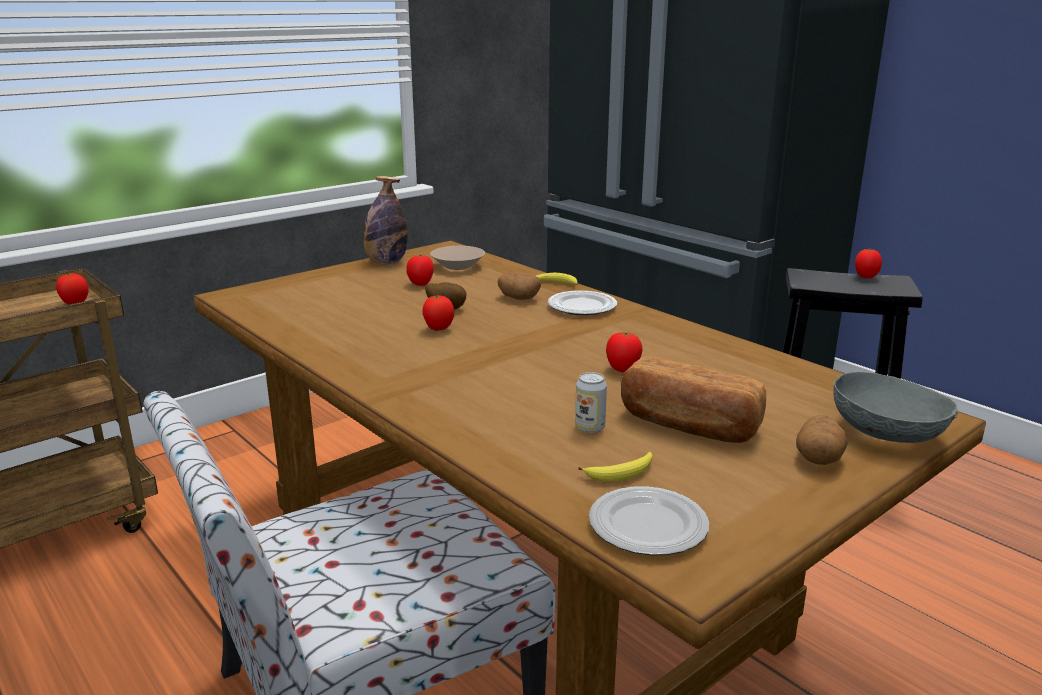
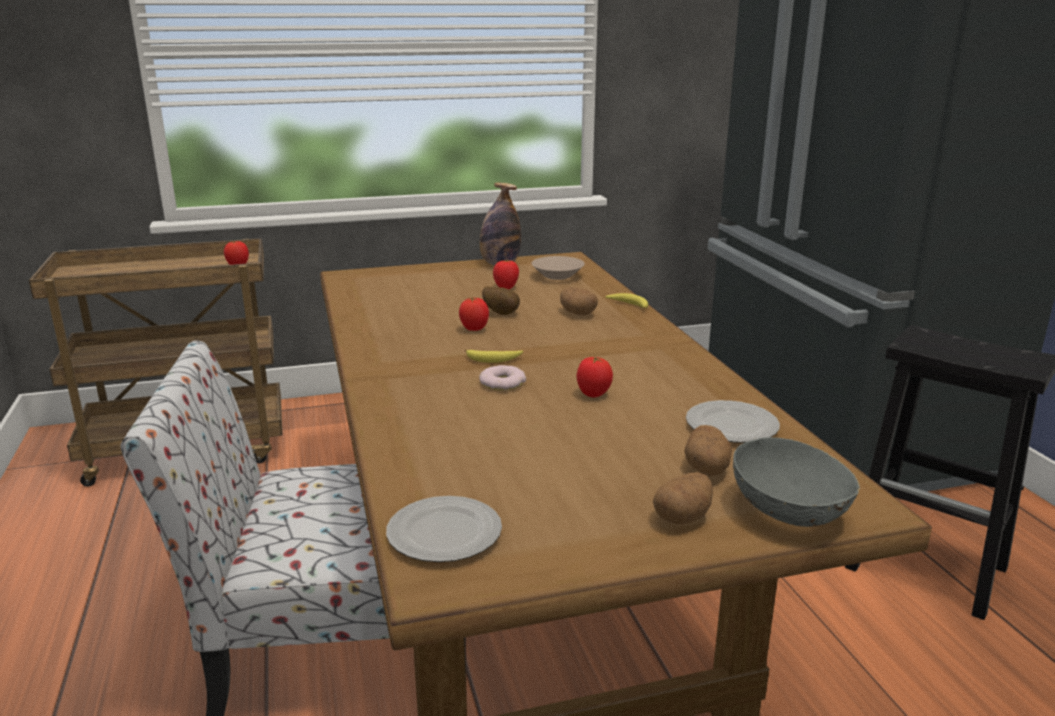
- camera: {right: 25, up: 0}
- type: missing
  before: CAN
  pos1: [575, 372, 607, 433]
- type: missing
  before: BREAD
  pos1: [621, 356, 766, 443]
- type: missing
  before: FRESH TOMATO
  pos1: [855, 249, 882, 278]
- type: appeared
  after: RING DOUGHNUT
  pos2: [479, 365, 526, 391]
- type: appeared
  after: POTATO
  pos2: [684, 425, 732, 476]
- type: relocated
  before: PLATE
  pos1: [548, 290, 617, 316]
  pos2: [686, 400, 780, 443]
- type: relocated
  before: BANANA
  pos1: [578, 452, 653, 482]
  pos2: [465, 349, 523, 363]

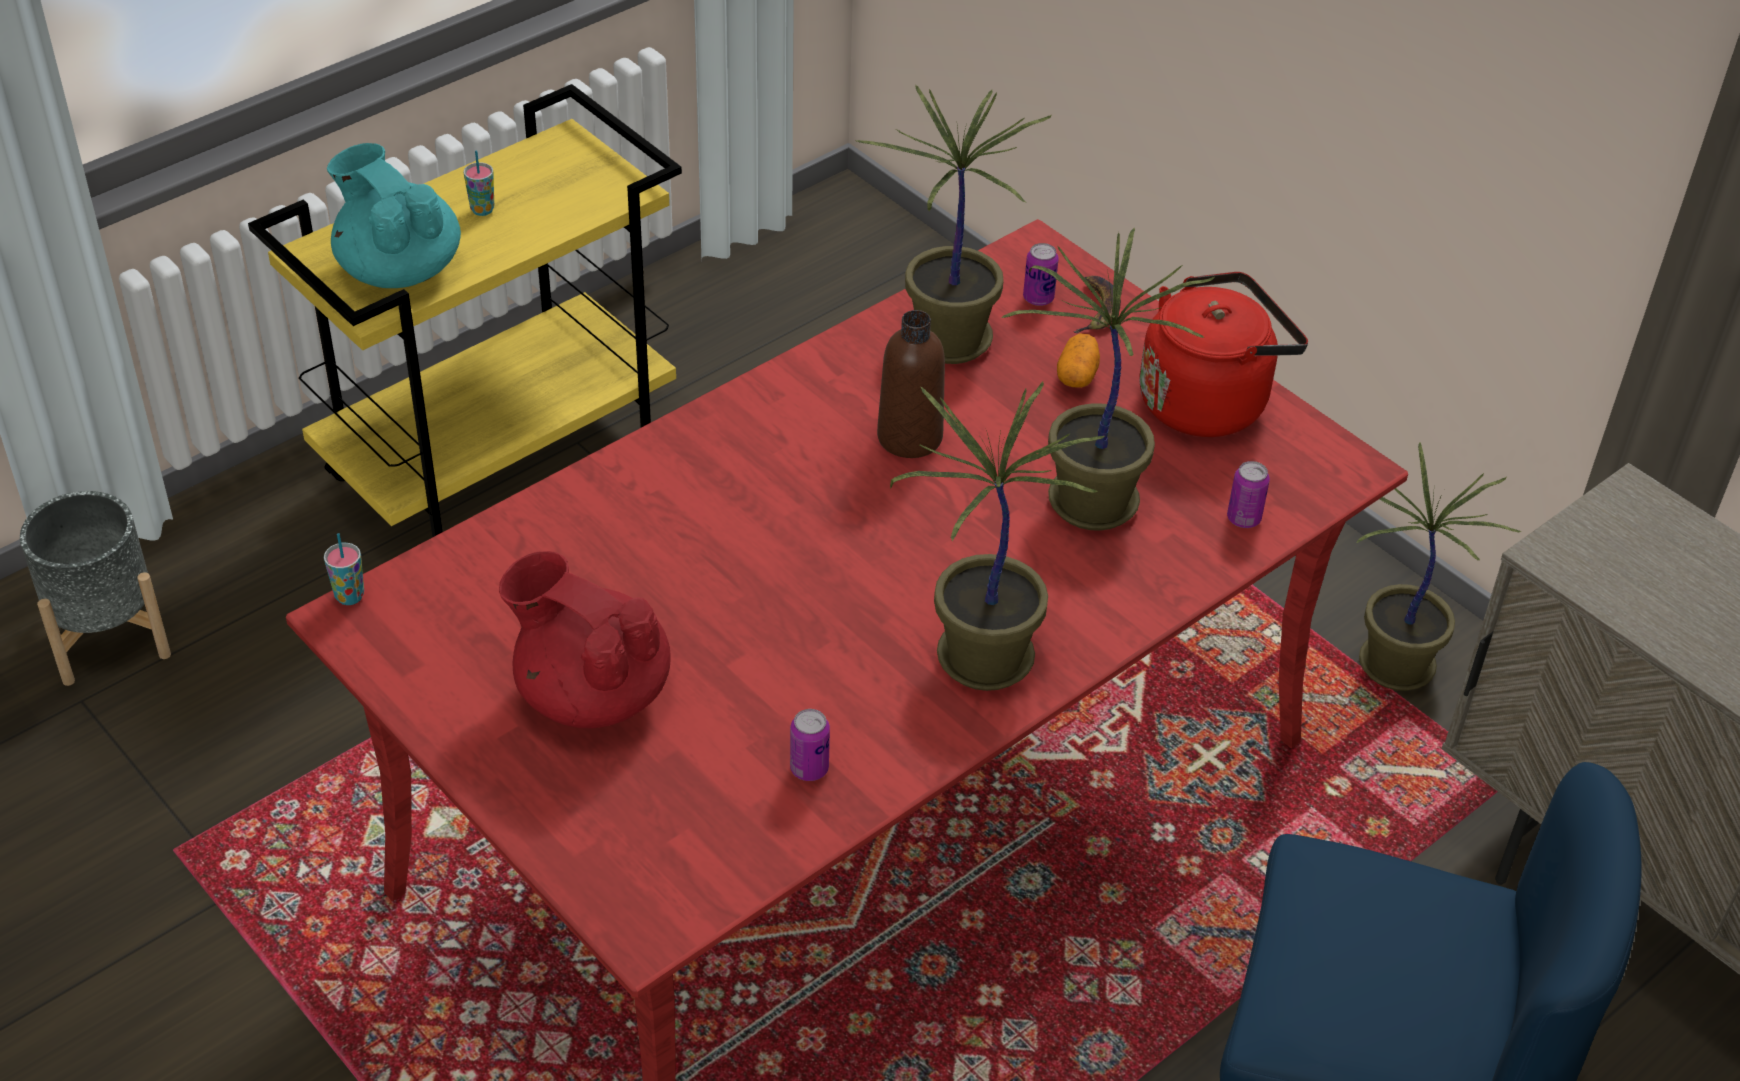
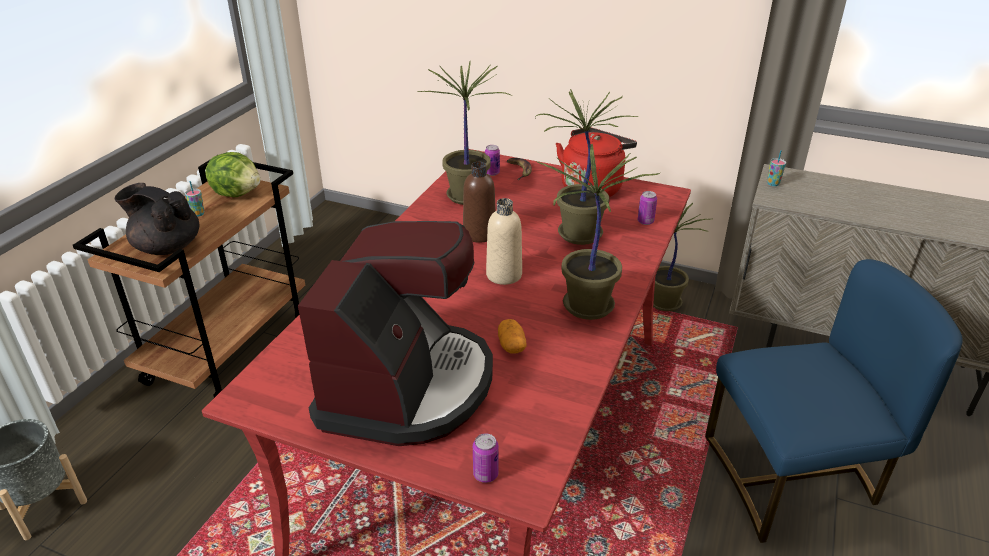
- camera: {right: -25, up: -10}
- type: appeared
  after: LETTUCE HEAD
  pos2: [205, 152, 260, 197]
- type: appeared
  after: SAND-COLOURED BEVERAGE BOTTLE
  pos2: [486, 198, 522, 285]
- type: relocated
  before: SMALL CUP
  pos1: [324, 533, 364, 605]
  pos2: [767, 150, 786, 186]
- type: relocated
  before: CAN
  pos1: [790, 709, 830, 781]
  pos2: [473, 433, 499, 483]
- type: relocated
  before: POTATO
  pos1: [1057, 333, 1100, 388]
  pos2: [498, 319, 527, 354]
- type: exchanged
  before: RED-COLOURED TEAPOT
  after: COFFEE BREWER
  pos1: [499, 551, 671, 729]
  pos2: [298, 221, 493, 446]
- type: colour
  before: YELLOW CART
  after: BROWN CART
  pos1: [248, 84, 682, 538]
  pos2: [73, 159, 305, 399]
- type: colour
  before: TURQUOISE TEAPOT
  after: BLACKISH TEAPOT
  pos1: [327, 143, 461, 288]
  pos2: [115, 183, 199, 255]

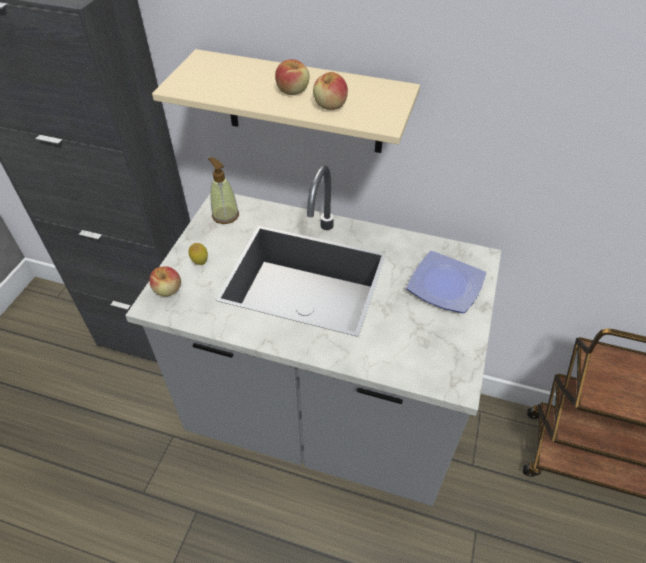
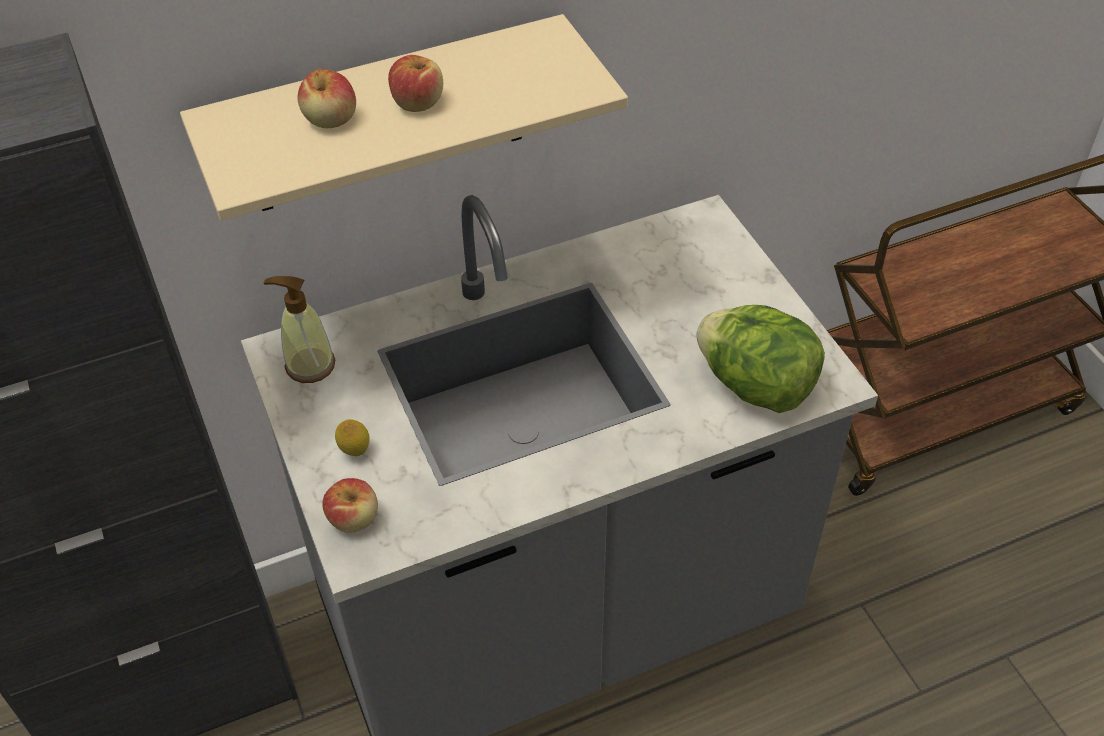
- camera: {right: -40, up: 0}
- type: missing
  before: PLATE
  pos1: [406, 251, 486, 313]
- type: appeared
  after: LETTUCE HEAD
  pos2: [696, 305, 825, 413]
- type: relocated
  before: WHOLE APPLE
  pos1: [313, 72, 348, 110]
  pos2: [297, 69, 356, 128]

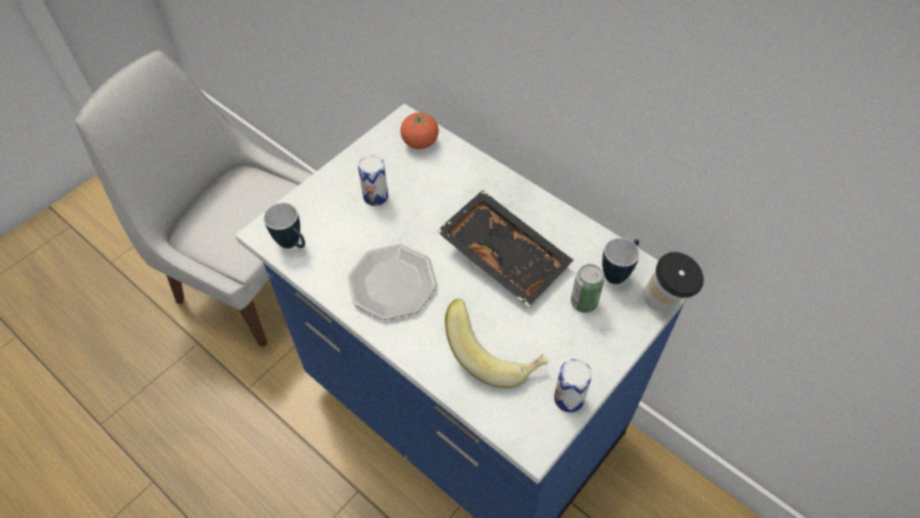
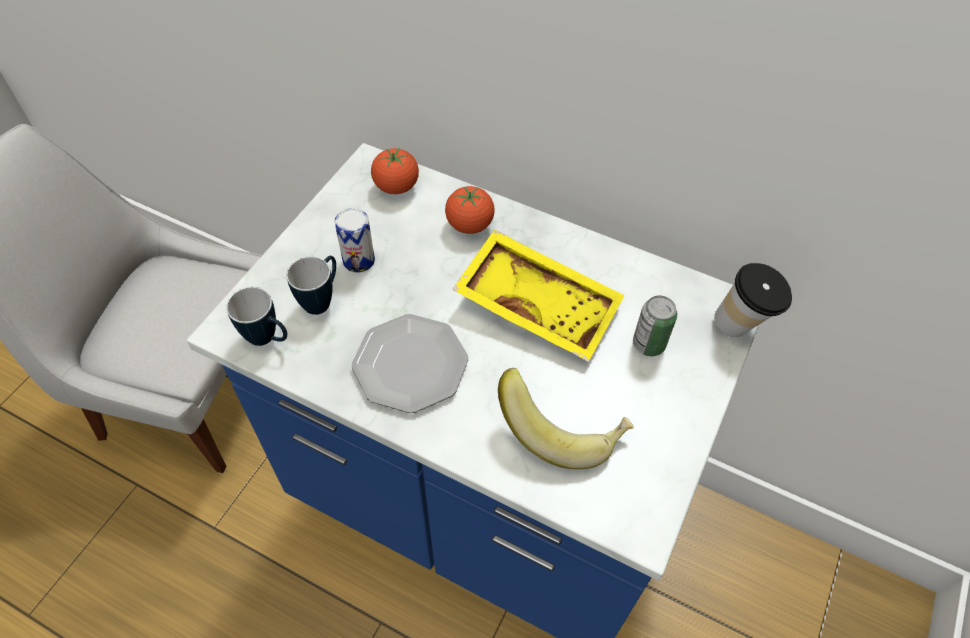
- camera: {right: -15, up: 0}
- type: missing
  before: CAN
  pos1: [554, 359, 592, 413]
- type: appeared
  after: FRESH TOMATO
  pos2: [445, 186, 495, 234]
- type: relocated
  before: MUG
  pos1: [602, 238, 640, 284]
  pos2: [286, 256, 336, 315]
- type: colour
  before: BLACKISH SERVING TRAY
  after: YELLOW SERVING TRAY
  pos1: [436, 190, 574, 307]
  pos2: [452, 230, 625, 362]

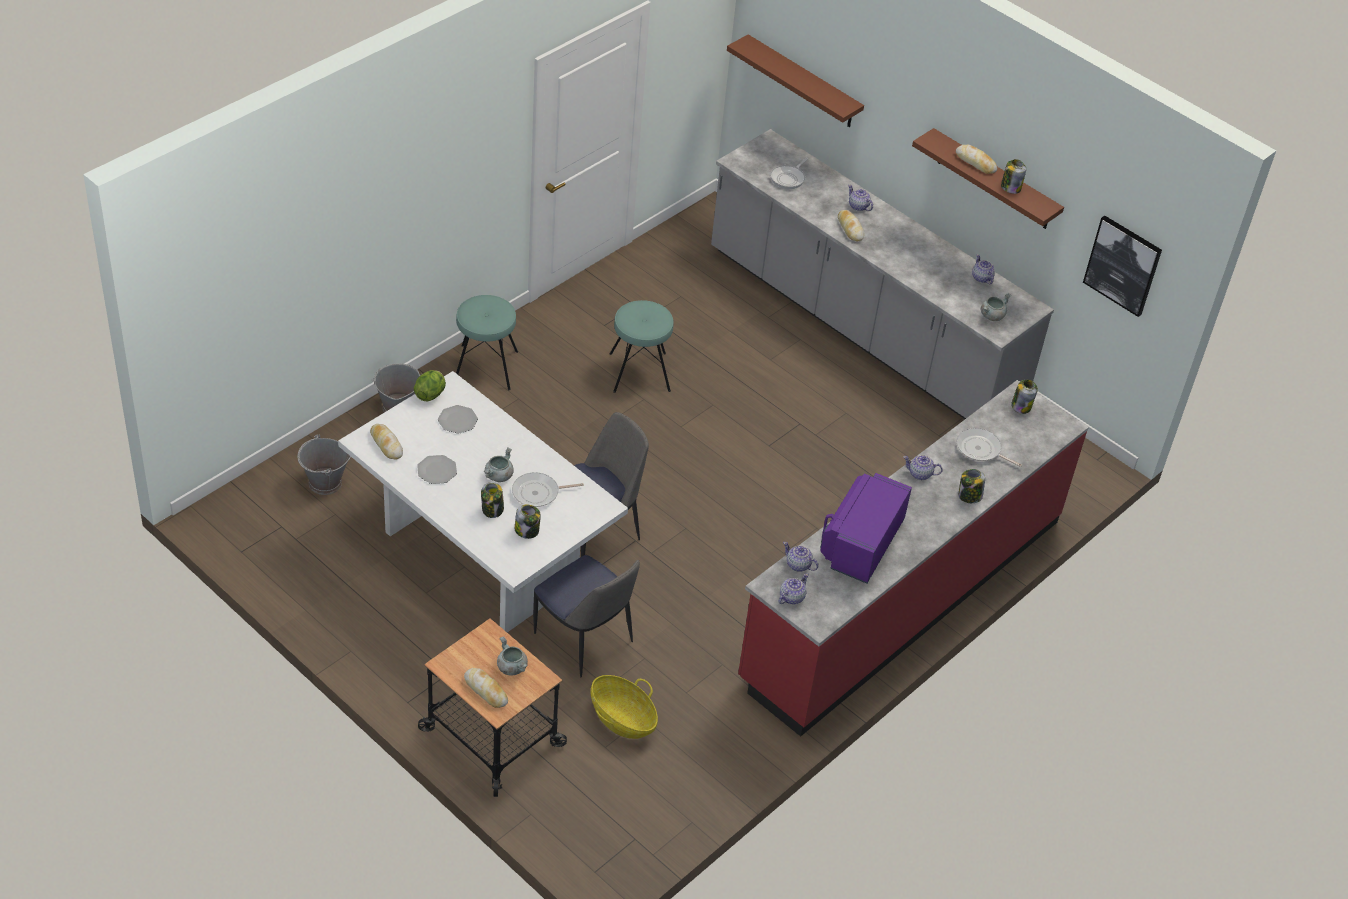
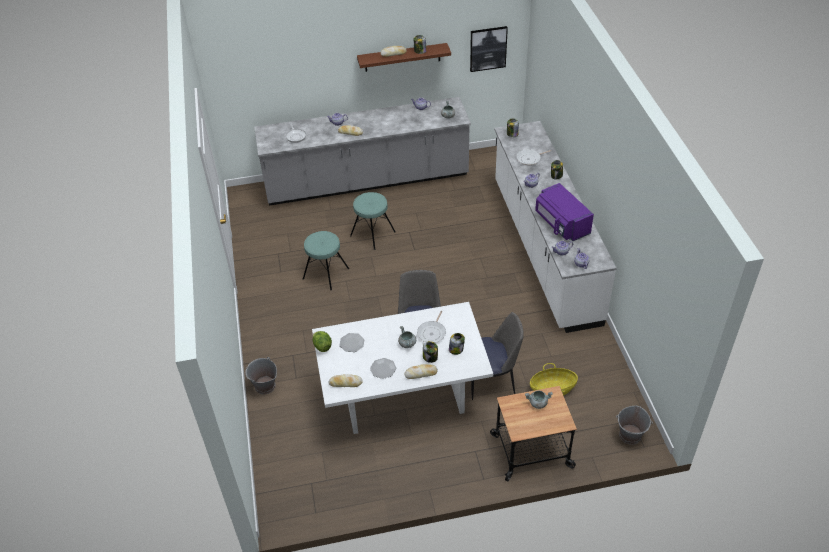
- camera: {right: -50, up: 0}
- type: missing
  before: BROWN WALL SHELF
  pos1: [727, 34, 864, 127]
- type: relocated
  before: GREYISH PAIL
  pos1: [297, 434, 351, 495]
  pos2: [616, 406, 653, 445]
- type: relocated
  before: TURQUOISE SITTING STOOL
  pos1: [456, 295, 518, 390]
  pos2: [350, 192, 396, 250]
- type: relocated
  before: BREAD
  pos1: [464, 668, 508, 708]
  pos2: [404, 364, 438, 379]
- type: colour
  before: RED-COLOURED KITCHEN BASE UNIT
  after: WHITE KITCHEN BASE UNIT
  pos1: [738, 380, 1089, 737]
  pos2: [494, 121, 617, 333]

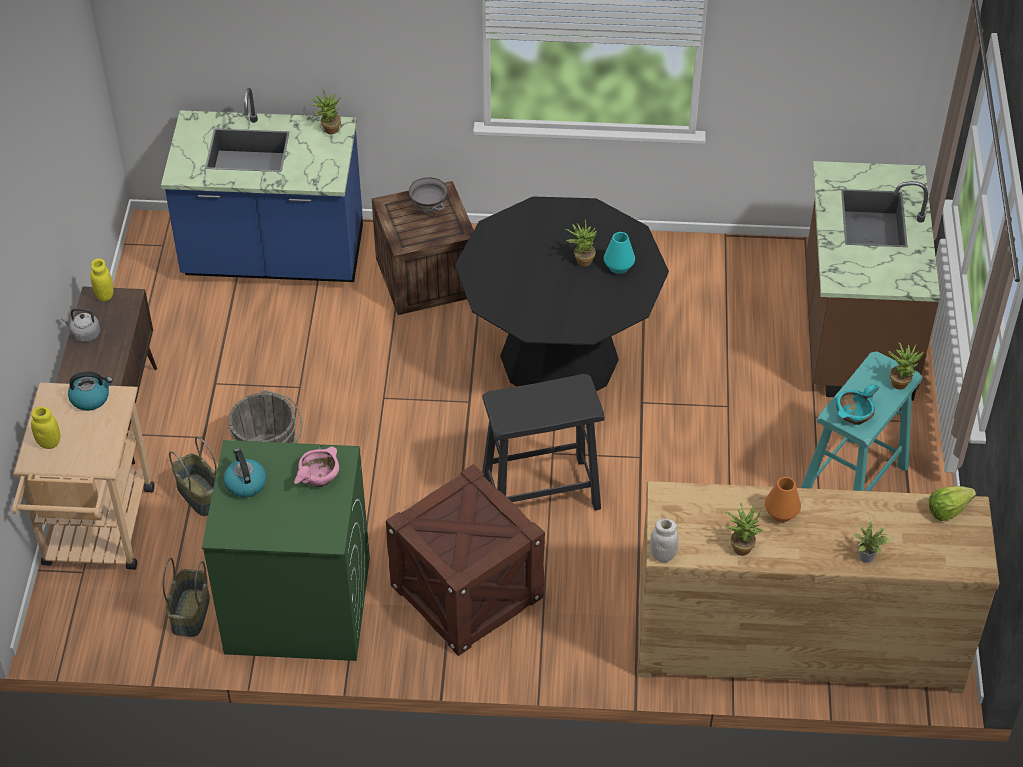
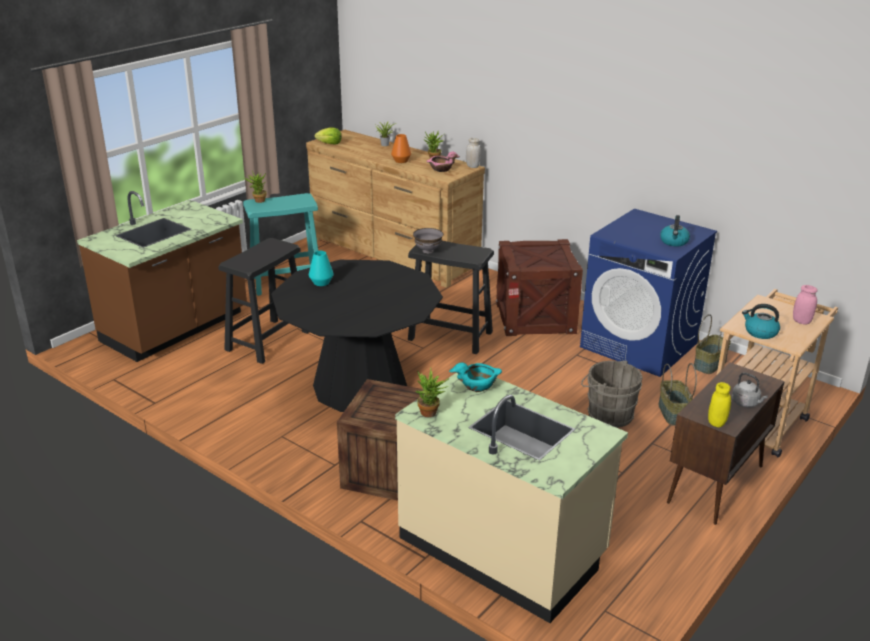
- camera: {right: -145, up: -20}
- type: missing
  before: HOUSEPLANT
  pos1: [566, 219, 597, 267]
- type: appeared
  after: BLACKISH SITTING STOOL
  pos2: [218, 238, 309, 364]
- type: relocated
  before: PINKISH SERVING BOWL
  pos1: [294, 446, 339, 487]
  pos2: [427, 152, 460, 172]
- type: relocated
  before: GREYISH SERVING BOWL
  pos1: [409, 177, 448, 213]
  pos2: [413, 228, 443, 253]
- type: relocated
  before: TURQUOISE SERVING BOWL
  pos1: [836, 384, 879, 425]
  pos2: [449, 362, 502, 392]
- type: colour
  before: YELLOW PRESERVE JAR
  after: PINKISH PRESERVE JAR
  pos1: [31, 407, 60, 449]
  pos2: [793, 285, 817, 325]
- type: colour
  before: BLUISH KITCHEN BASE UNIT
  after: SAND-COLOURED KITCHEN BASE UNIT
  pos1: [161, 88, 363, 282]
  pos2: [395, 373, 628, 623]
- type: colour
  before: GREEN-COLOURED WASHING MACHINE
  after: BLUISH WASHING MACHINE
  pos1: [202, 440, 370, 661]
  pos2: [580, 209, 717, 377]

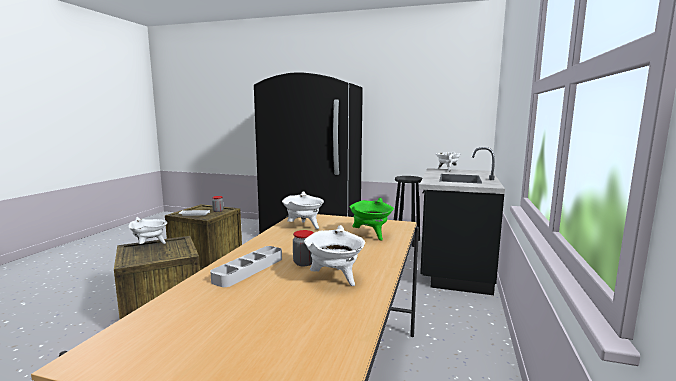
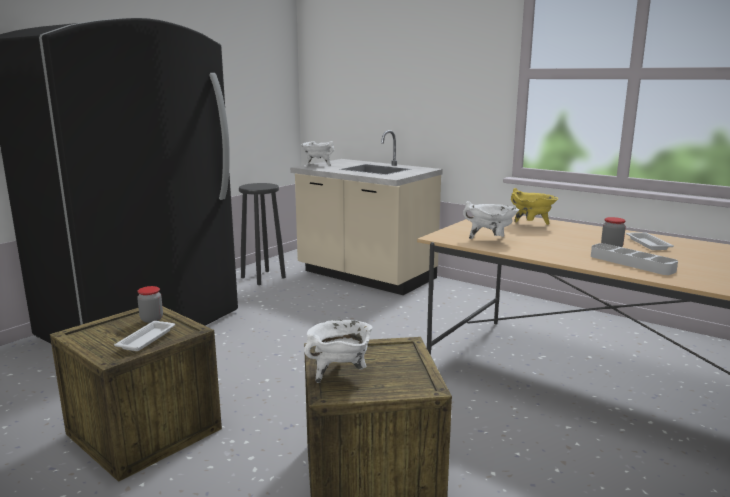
- camera: {right: -70, up: 5}
- type: exchanged
  before: WHITE COOKING POT
  after: WHITE SERVING TRAY
  pos1: [304, 225, 365, 286]
  pos2: [626, 232, 674, 250]
- type: colour
  before: GREEN-COLOURED COOKING POT
  after: YELLOW COOKING POT
  pos1: [349, 198, 394, 240]
  pos2: [511, 188, 558, 225]
- type: colour
  before: BLACKISH KITCHEN BASE UNIT
  after: SAND-COLOURED KITCHEN BASE UNIT
  pos1: [419, 147, 505, 295]
  pos2: [290, 130, 443, 295]

